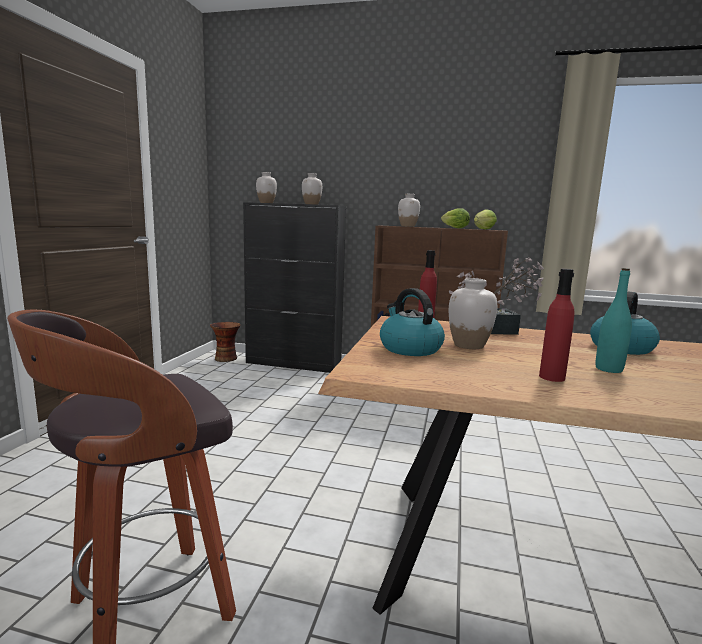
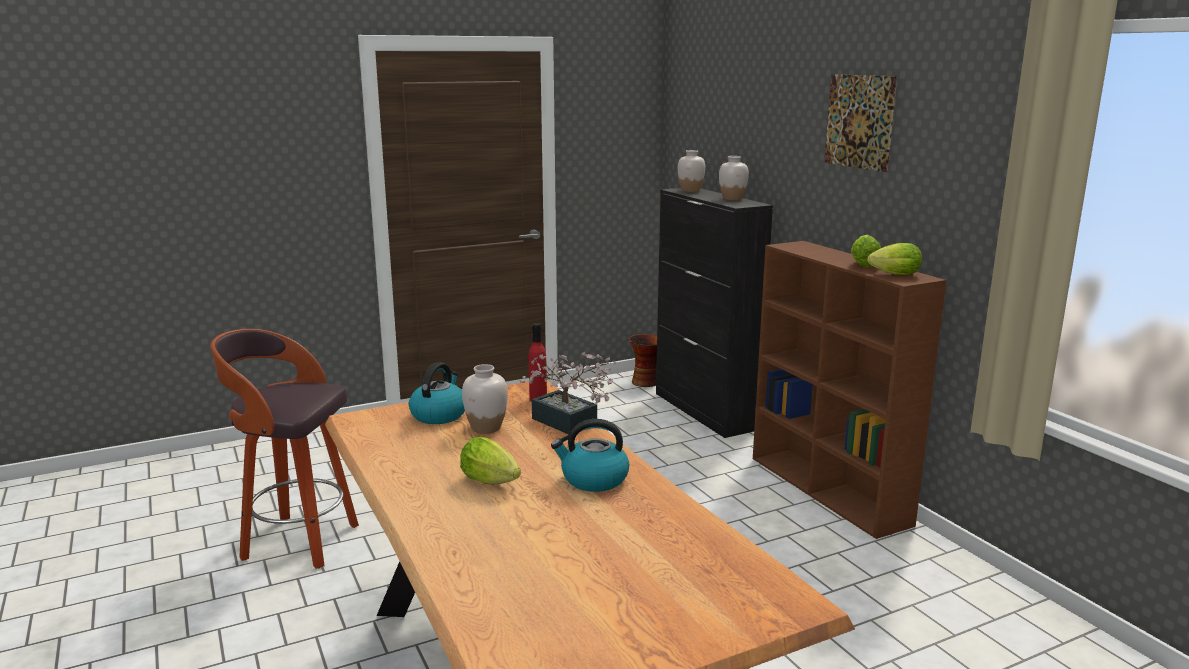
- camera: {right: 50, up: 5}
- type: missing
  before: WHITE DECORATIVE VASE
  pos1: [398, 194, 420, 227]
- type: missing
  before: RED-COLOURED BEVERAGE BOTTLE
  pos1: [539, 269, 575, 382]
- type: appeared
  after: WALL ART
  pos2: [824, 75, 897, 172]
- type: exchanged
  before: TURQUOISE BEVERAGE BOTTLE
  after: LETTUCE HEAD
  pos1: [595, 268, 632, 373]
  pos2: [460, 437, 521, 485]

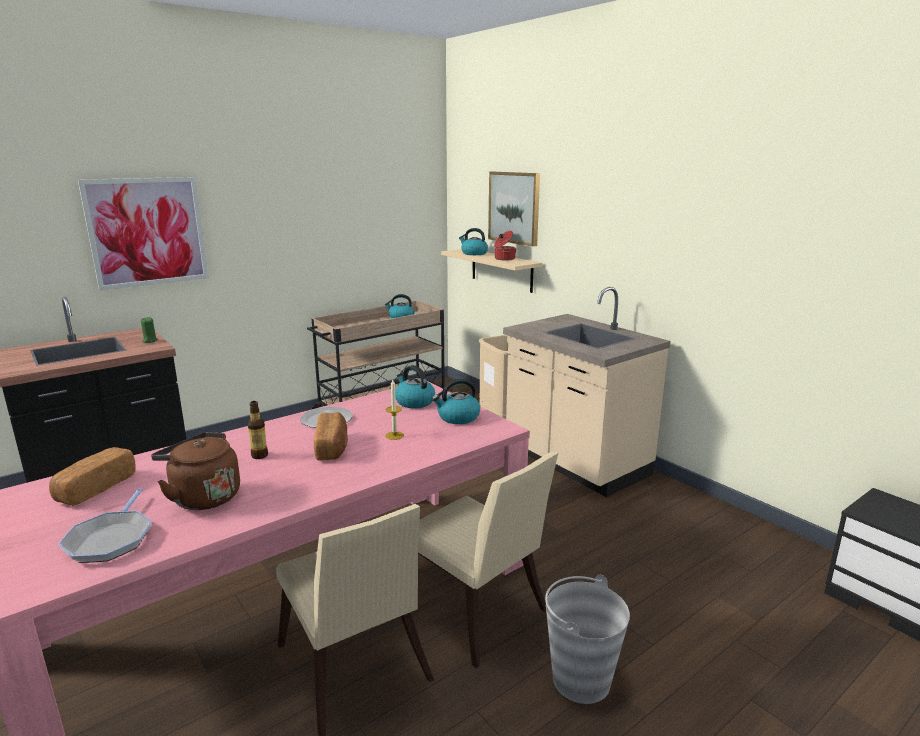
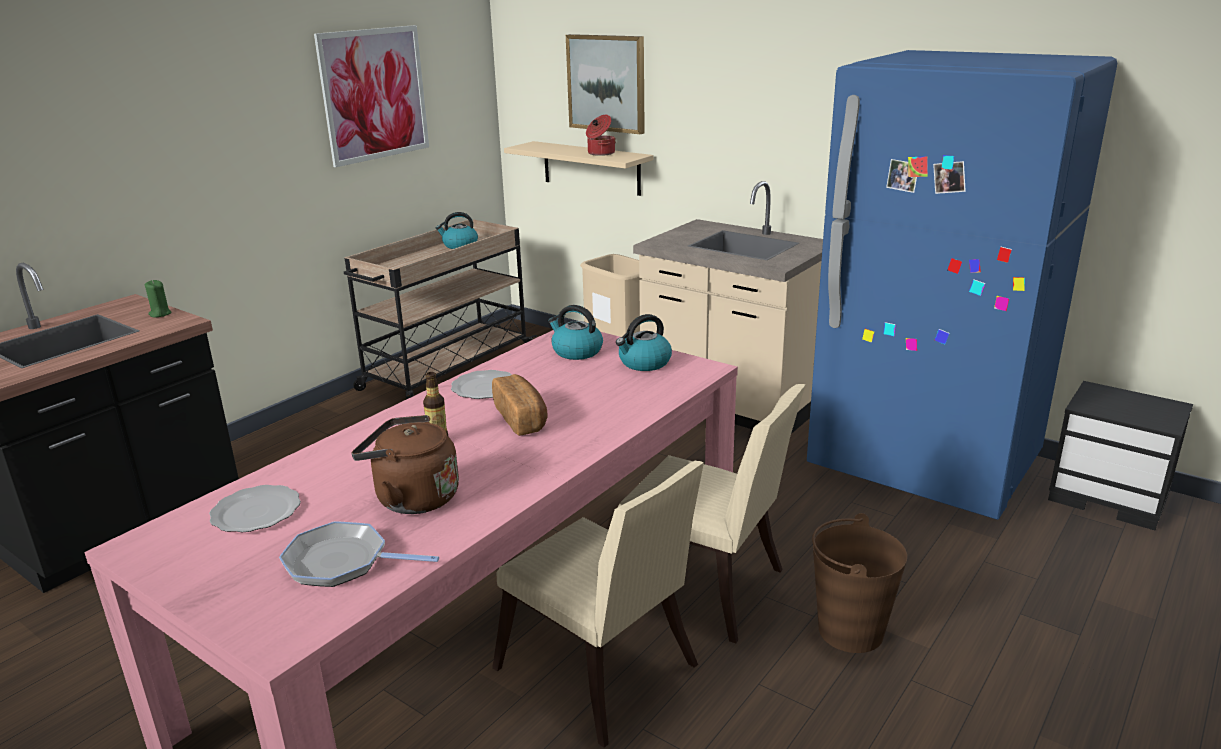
- camera: {right: -15, up: 5}
- type: missing
  before: WAX CANDLE
  pos1: [385, 380, 404, 440]
- type: missing
  before: WATER KETTLE
  pos1: [459, 228, 488, 255]
- type: appeared
  after: BLUISH KITCHEN FRIDGE
  pos2: [807, 50, 1117, 520]
- type: relocated
  before: WALL ART
  pos1: [78, 177, 209, 291]
  pos2: [314, 25, 429, 167]
- type: exchanged
  before: BREAD
  after: PLATE
  pos1: [49, 447, 136, 506]
  pos2: [209, 485, 301, 532]
- type: colour
  before: GREYISH PAIL
  after: BROWN PAIL
  pos1: [545, 575, 630, 704]
  pos2: [812, 513, 907, 653]
- type: spun
  before: FRYING PAN
  pos1: [58, 488, 152, 563]
  pos2: [279, 521, 439, 587]
  turn: 120

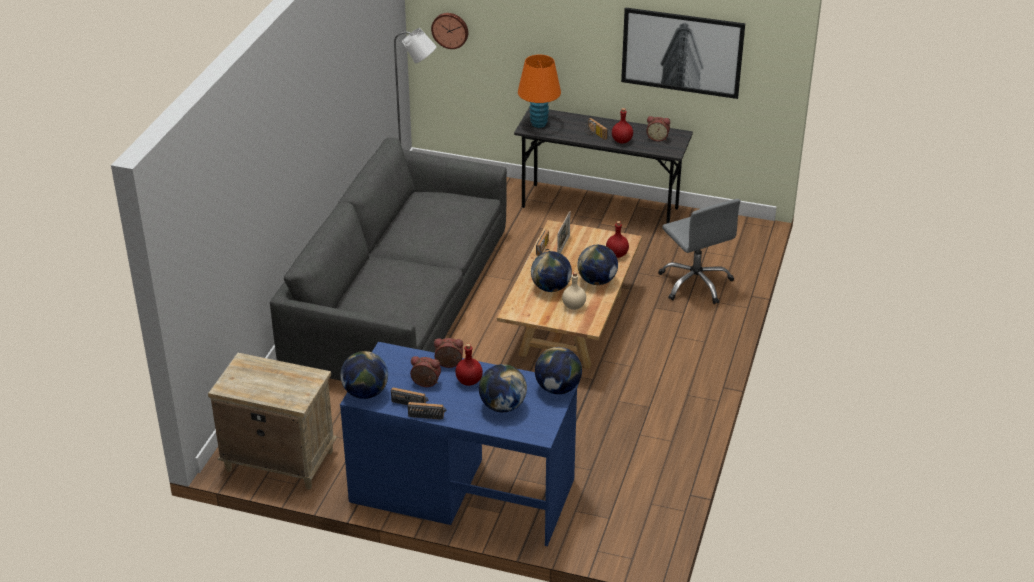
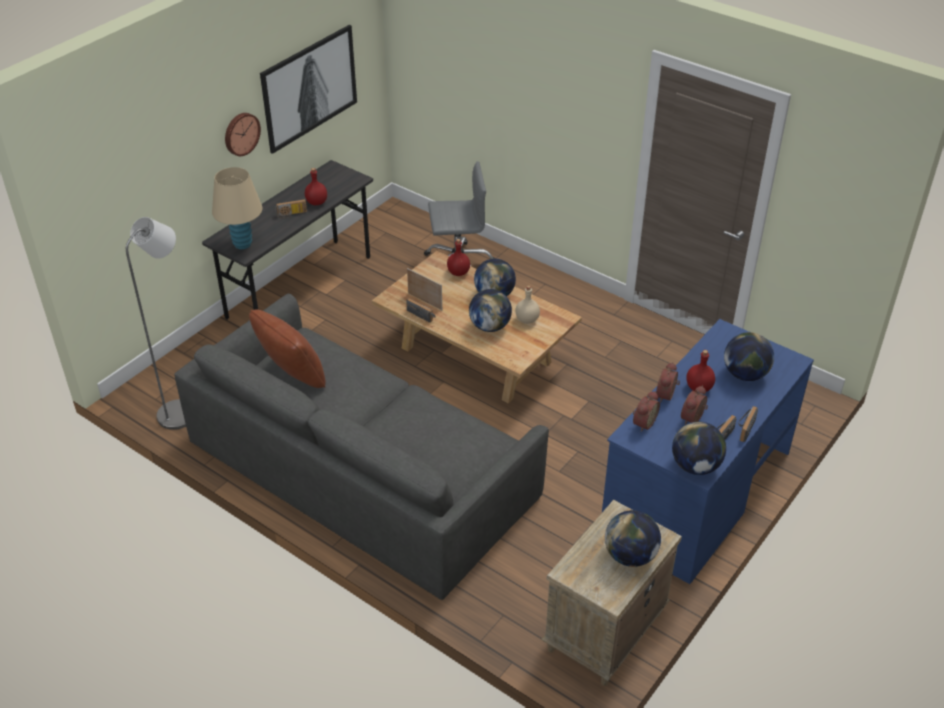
- camera: {right: -70, up: 5}
- type: appeared
  after: BROWN CUSHION
  pos2: [249, 309, 326, 388]
- type: relocated
  before: HANGING CLOCK
  pos1: [431, 13, 468, 49]
  pos2: [225, 113, 261, 156]
- type: relocated
  before: DESK GLOBE
  pos1: [535, 347, 582, 394]
  pos2: [605, 510, 661, 567]
- type: relocated
  before: BEDSIDE CLOCK
  pos1: [646, 116, 670, 141]
  pos2: [633, 391, 660, 432]
- type: colour
  before: ORANGE TABLE LAMP
  after: SAND-COLOURED TABLE LAMP
  pos1: [518, 55, 561, 128]
  pos2: [212, 167, 262, 249]

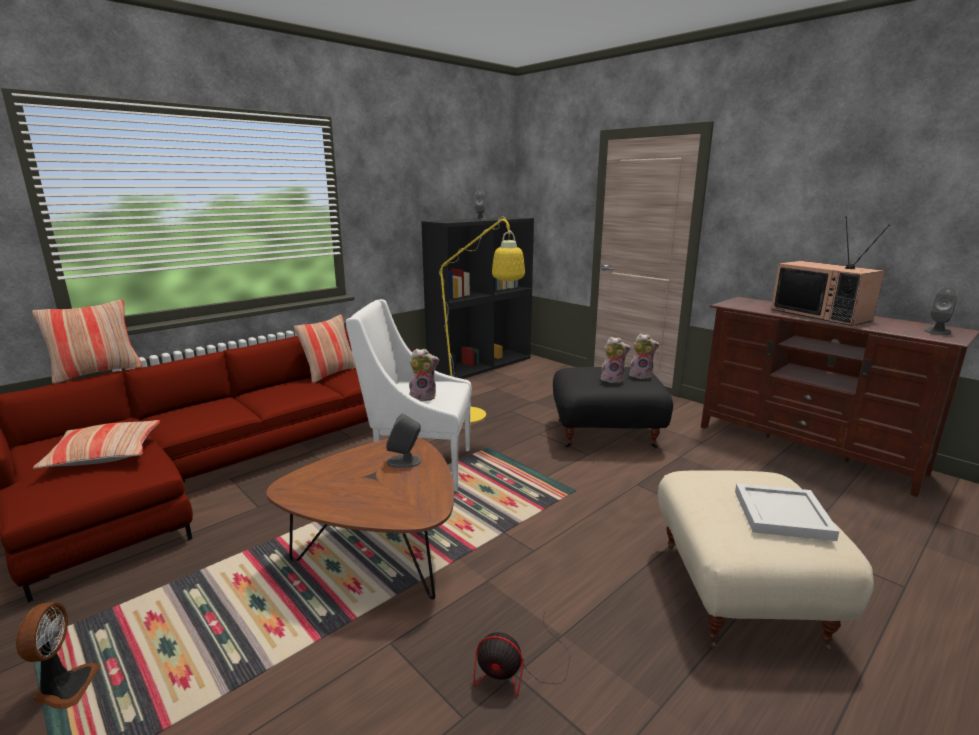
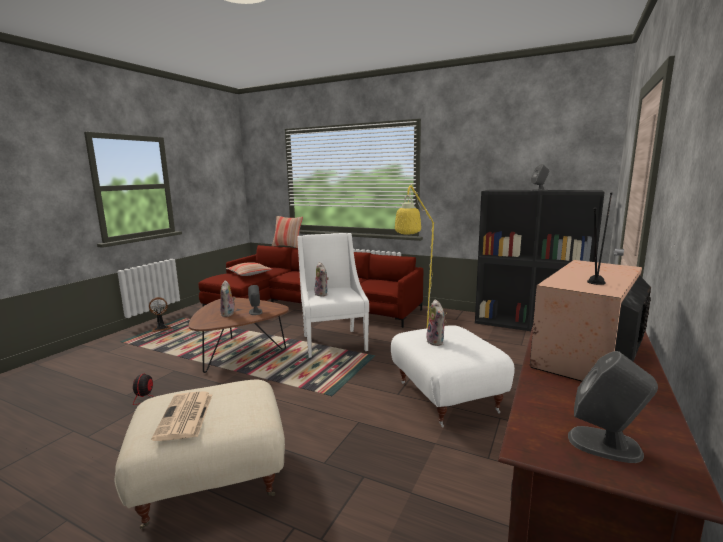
- camera: {right: 70, up: -5}
- type: missing
  before: CUSHION
  pos1: [294, 314, 356, 383]
- type: relocated
  before: SOFT TOY
  pos1: [629, 334, 660, 379]
  pos2: [220, 280, 236, 317]
- type: exchanged
  before: WHITE SERVING TRAY
  after: PRINTED PAPER
  pos1: [735, 483, 840, 541]
  pos2: [152, 391, 212, 441]
- type: colour
  before: BLACKISH OTTOMAN
  after: WHITE OTTOMAN
  pos1: [553, 367, 673, 448]
  pos2: [391, 325, 515, 427]

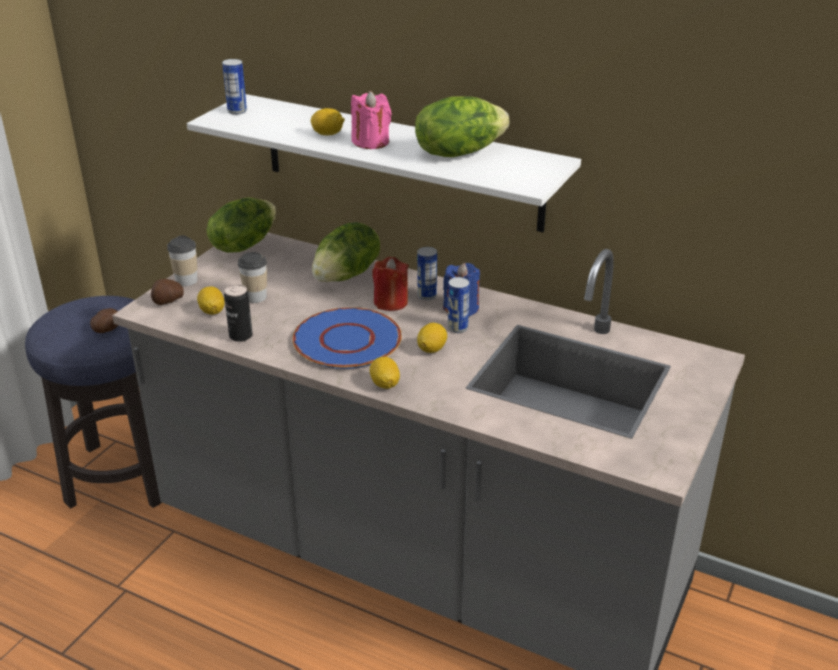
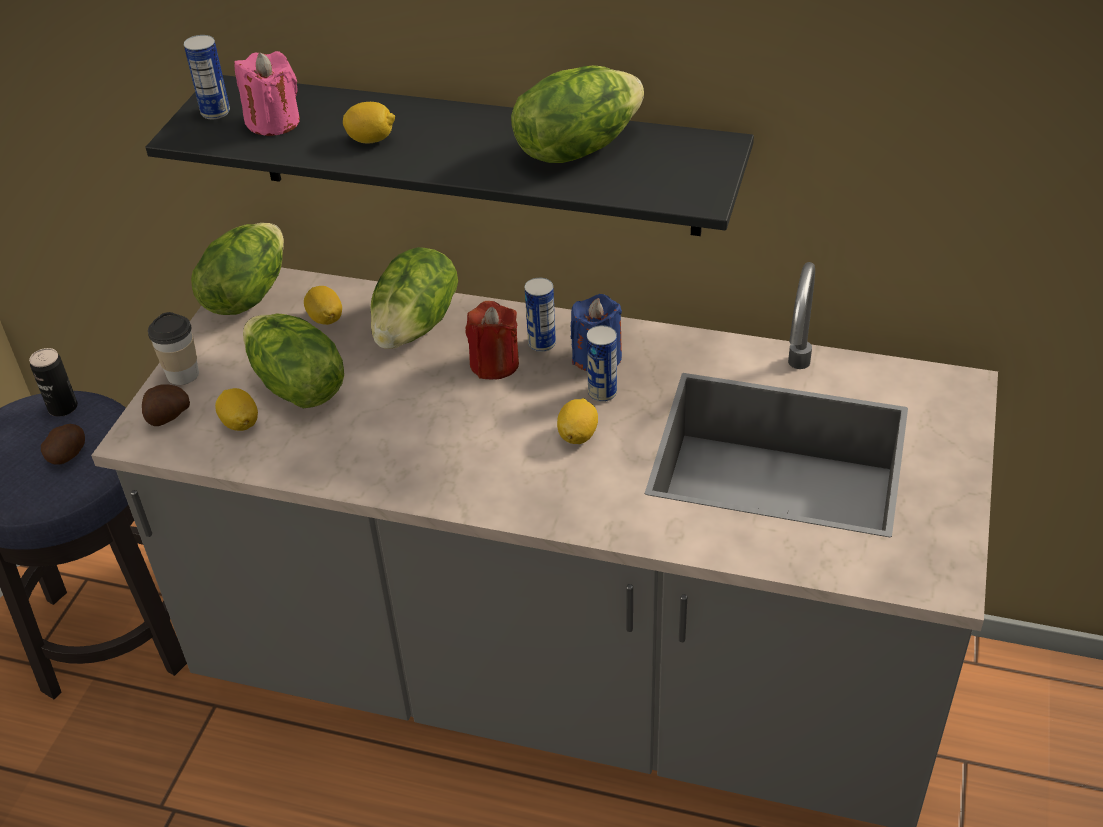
- camera: {right: -10, up: 10}
- type: missing
  before: BLUISH PLATE
  pos1: [293, 307, 402, 369]
- type: relocated
  before: CAN
  pos1: [224, 284, 253, 342]
  pos2: [29, 348, 78, 417]
- type: relocated
  before: PINKISH WAX CANDLE
  pos1: [351, 91, 392, 149]
  pos2: [234, 51, 300, 136]
- type: relocated
  before: WHOLE LEMON
  pos1: [370, 357, 400, 389]
  pos2: [304, 286, 342, 325]
- type: exchanged
  before: SMALL CUP
  after: LETTUCE HEAD
  pos1: [238, 252, 267, 303]
  pos2: [243, 314, 344, 408]
- type: colour
  before: WHITE WALL SHELF
  after: BLACKISH WALL SHELF
  pos1: [187, 94, 581, 232]
  pos2: [145, 75, 754, 236]

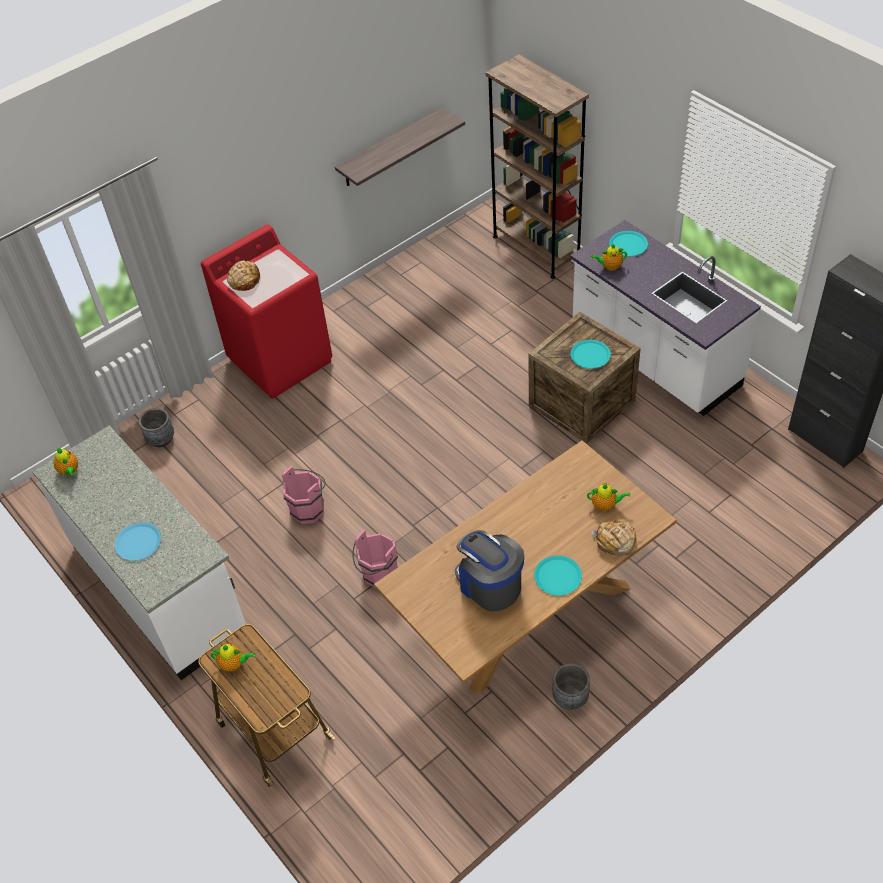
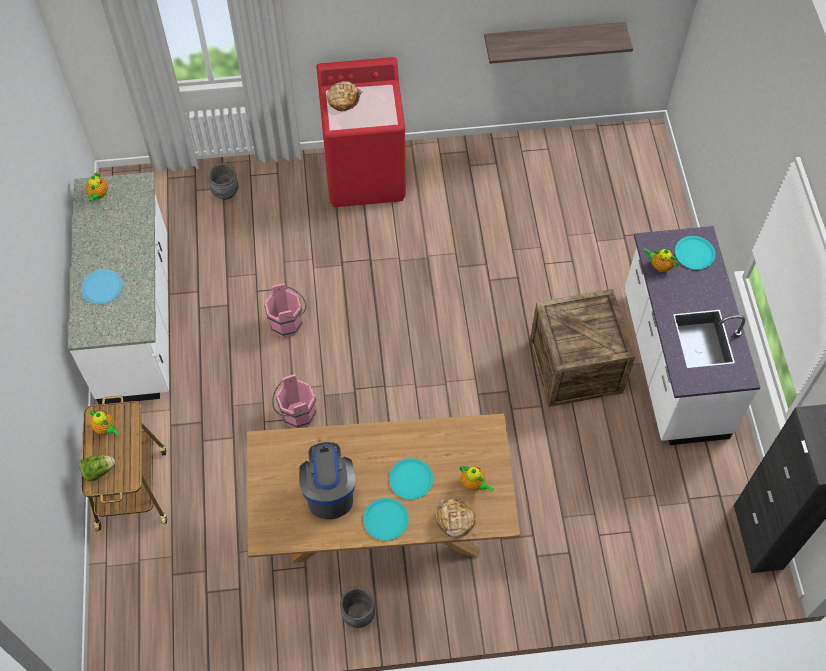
- camera: {right: 30, up: 10}
- type: missing
  before: BROWN BOOKCASE
  pos1: [485, 54, 589, 279]
- type: appeared
  after: LETTUCE HEAD
  pos2: [79, 455, 115, 482]
- type: relocated
  before: TURQUOISE PLATE
  pos1: [571, 340, 611, 369]
  pos2: [389, 458, 433, 499]

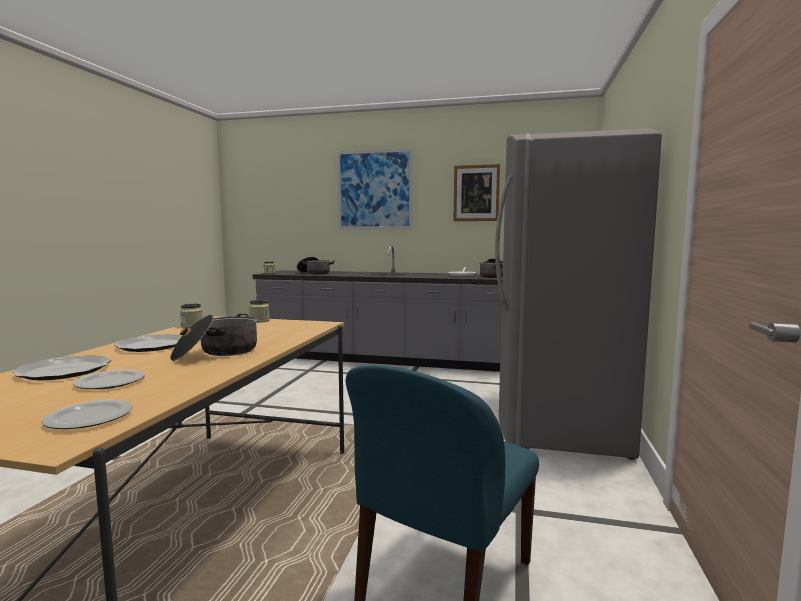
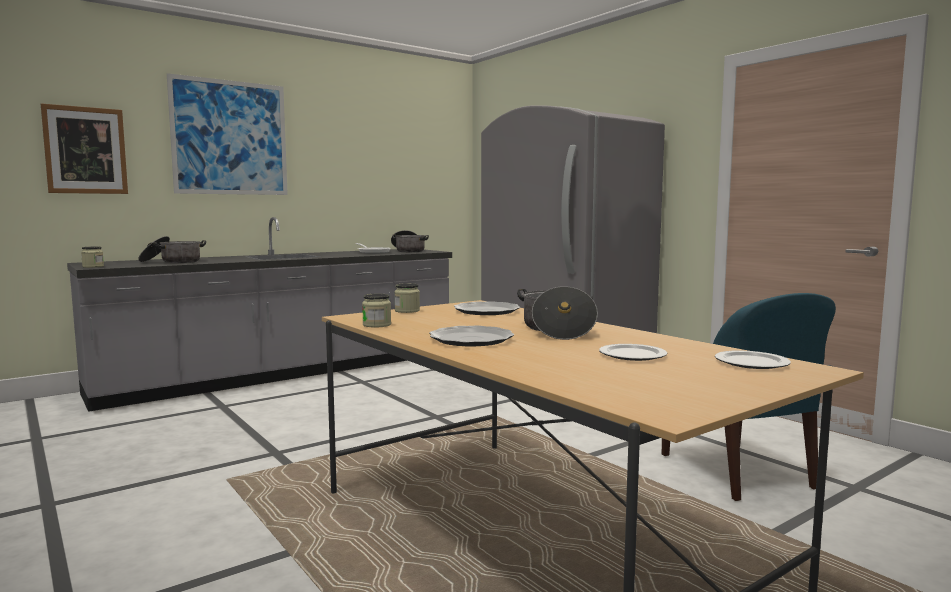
- camera: {right: -50, up: 0}
- type: relocated
  before: PLATE
  pos1: [12, 355, 112, 380]
  pos2: [454, 301, 521, 315]
- type: relocated
  before: WALL ART
  pos1: [454, 164, 500, 221]
  pos2: [41, 103, 128, 194]

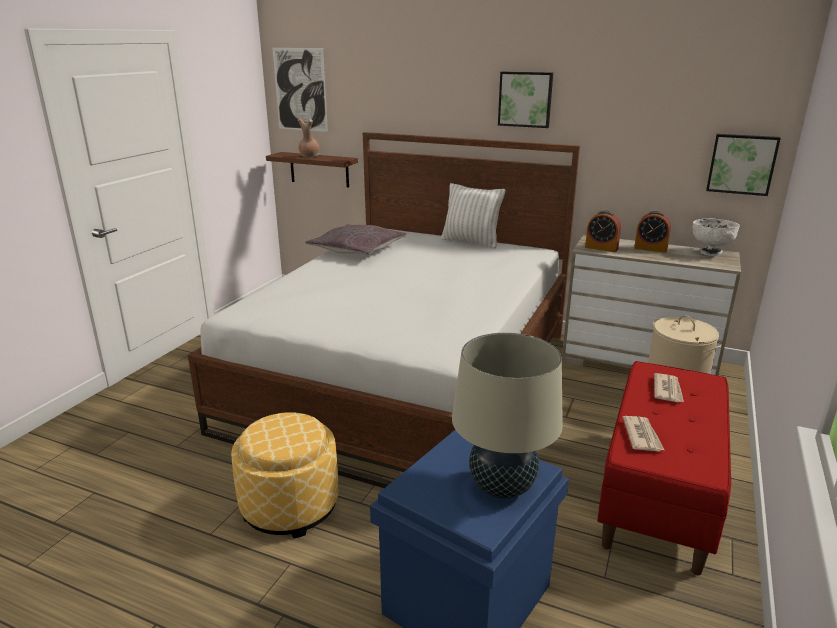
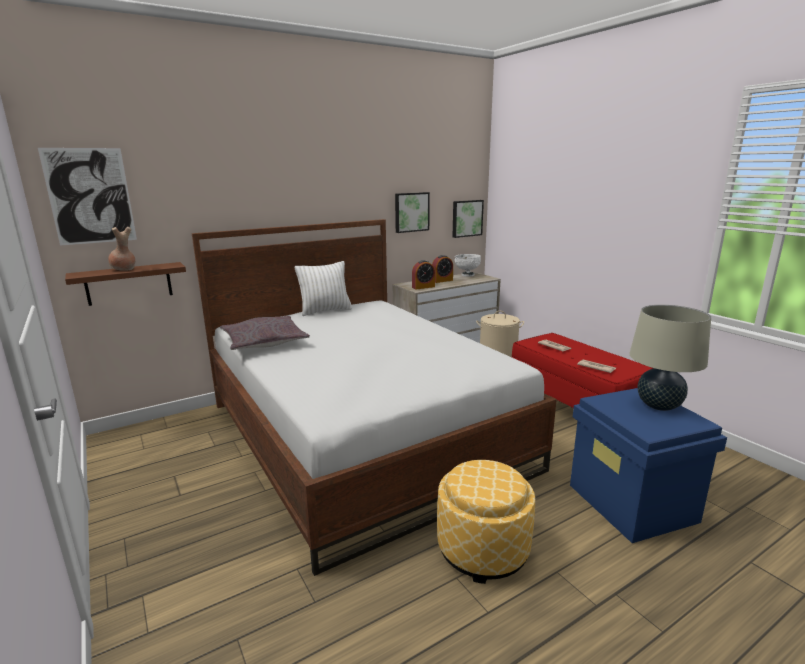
- camera: {right: -55, up: -5}
- type: relocated
  before: WALL ART
  pos1: [498, 71, 553, 128]
  pos2: [395, 192, 430, 233]

